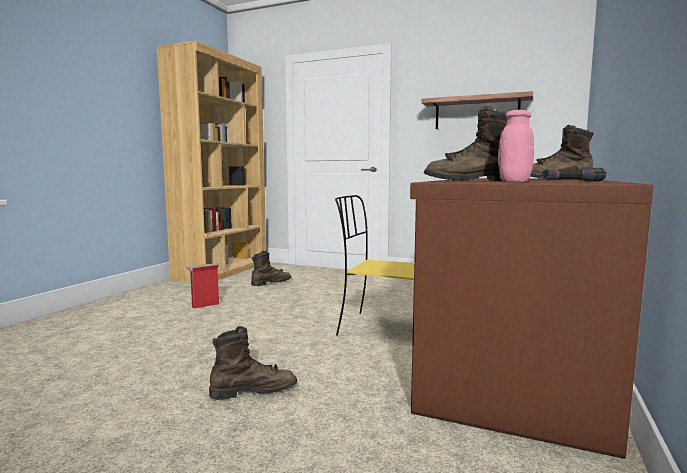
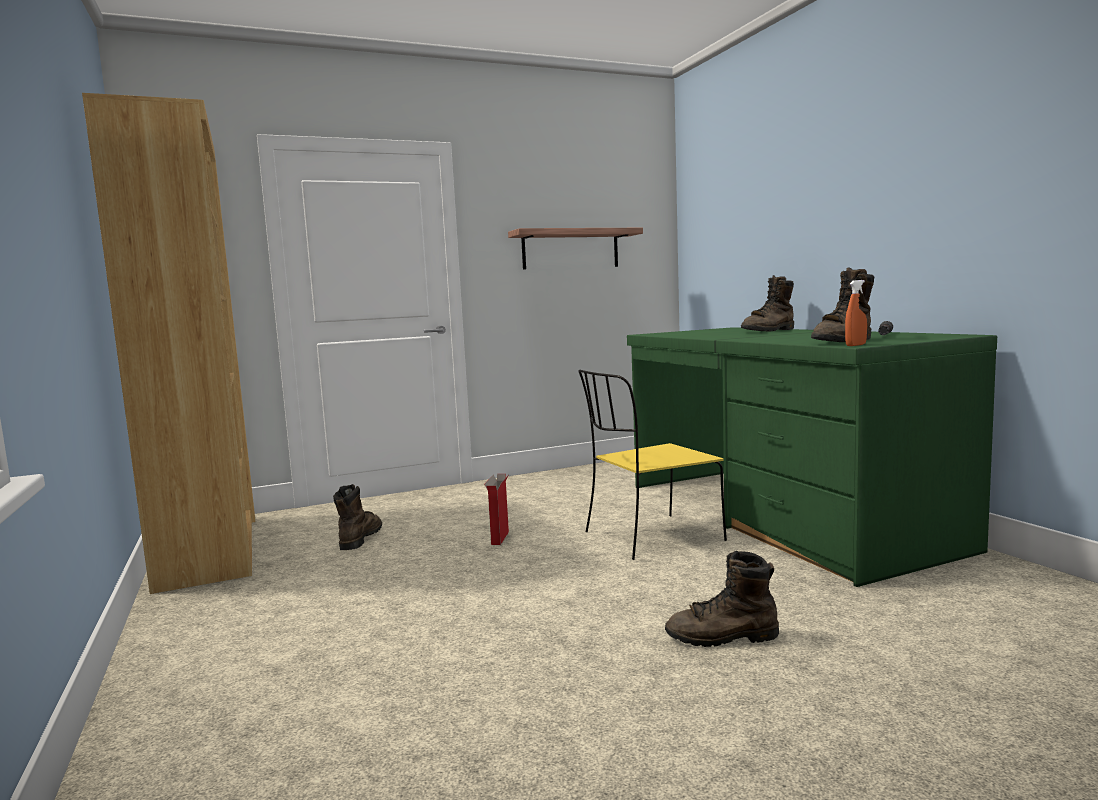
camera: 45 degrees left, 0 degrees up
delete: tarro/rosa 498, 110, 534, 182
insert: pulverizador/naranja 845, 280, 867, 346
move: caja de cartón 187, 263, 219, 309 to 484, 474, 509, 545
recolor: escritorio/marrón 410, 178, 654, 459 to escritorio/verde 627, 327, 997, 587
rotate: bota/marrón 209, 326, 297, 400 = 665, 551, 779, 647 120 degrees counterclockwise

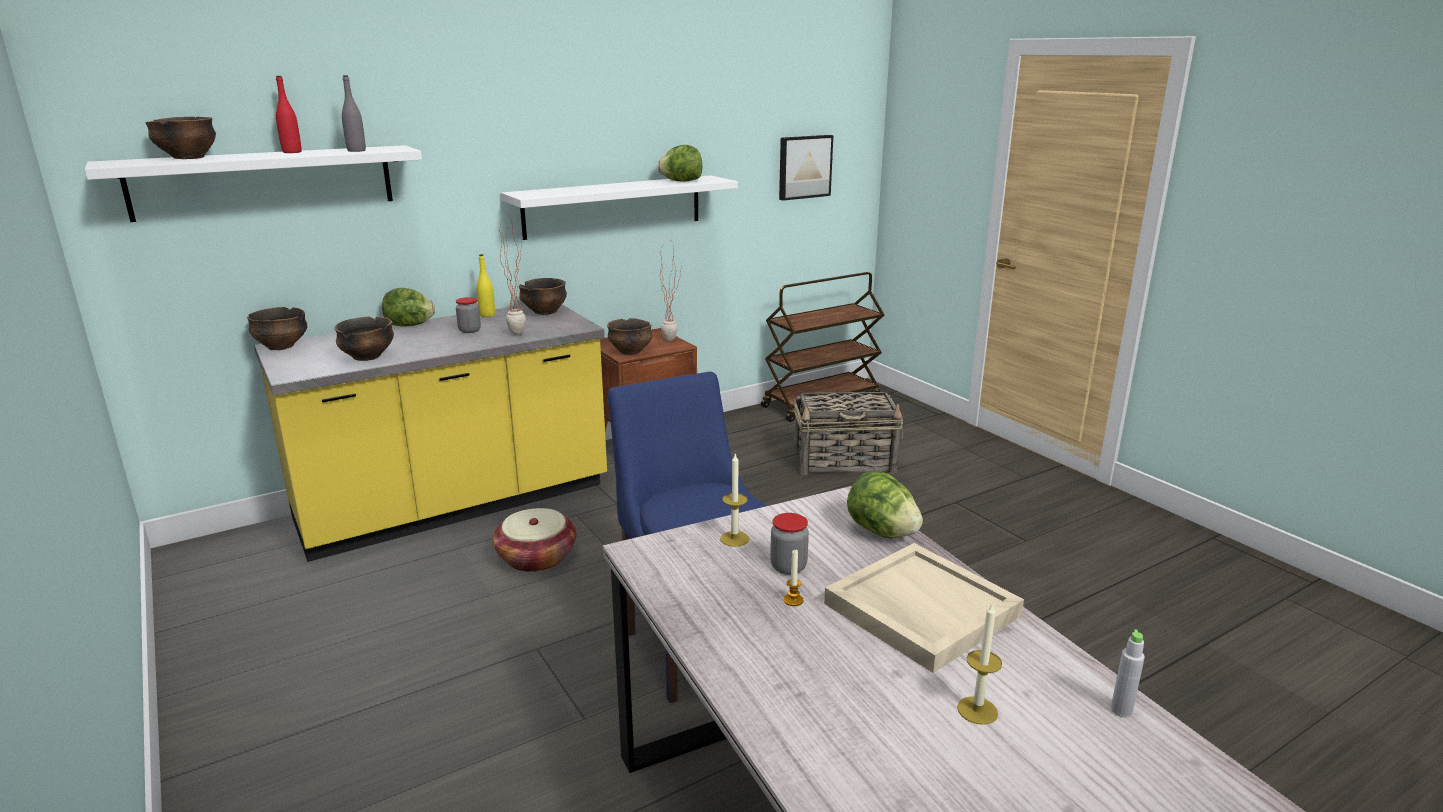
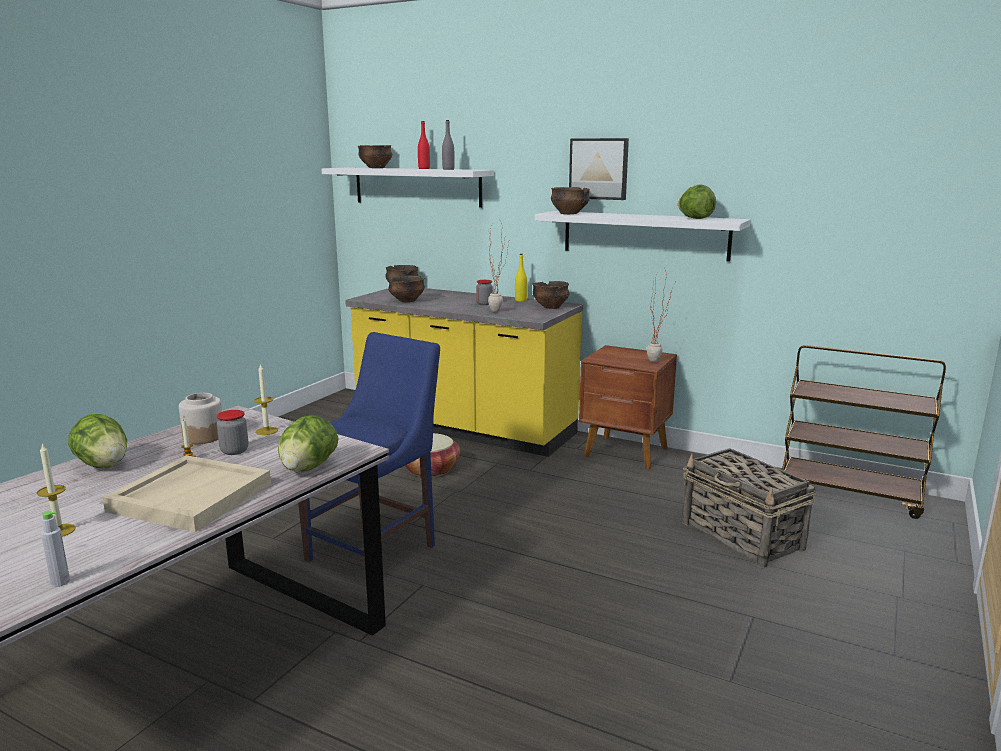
camera: 60 degrees right, 5 degrees down
insert: tarro 179, 393, 222, 444
move: lechuga 382, 288, 435, 327 to 68, 414, 127, 468; cuenco 607, 318, 653, 355 to 551, 187, 590, 214; cuadro 779, 135, 833, 201 to 569, 138, 629, 200

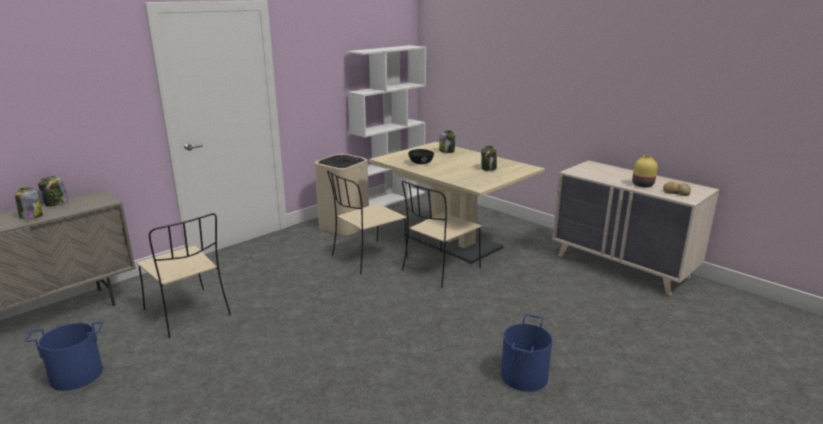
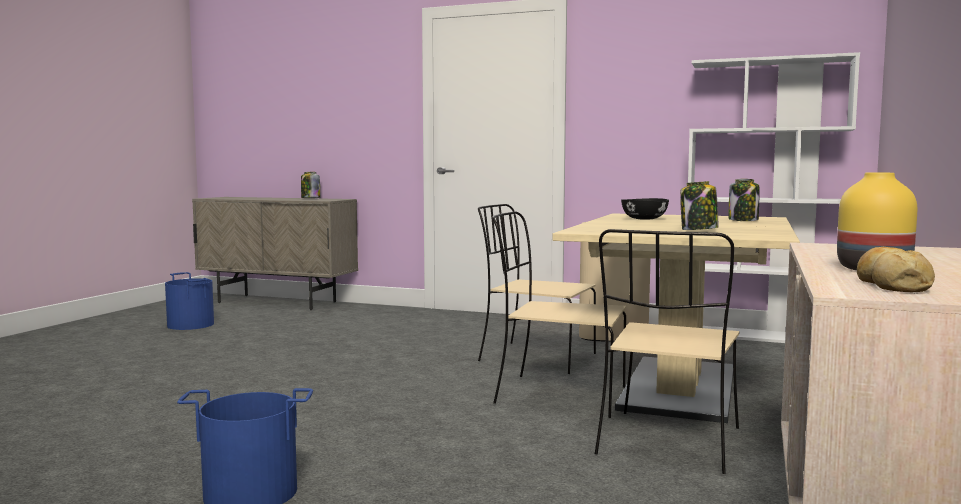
camera: 65 degrees right, 15 degrees down
delete: tarro 15, 187, 43, 219
move: silla/beis 136, 213, 231, 338 to 595, 229, 740, 474

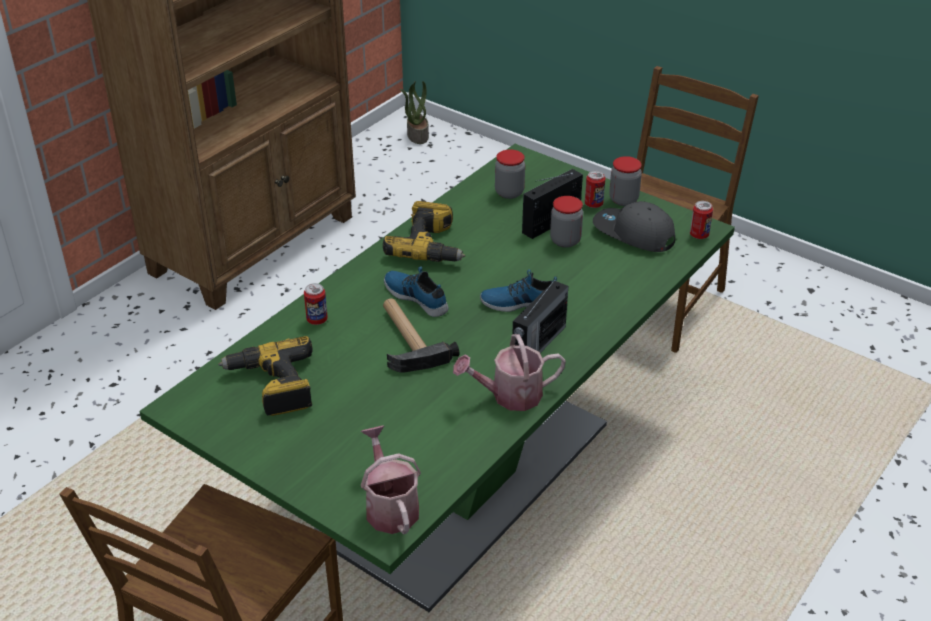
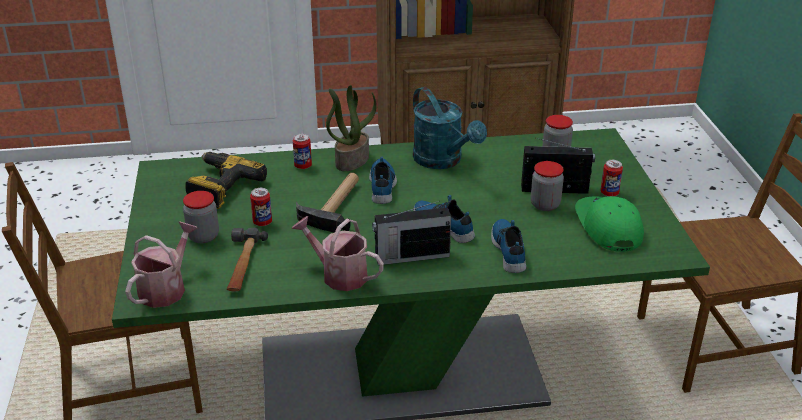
camera: 45 degrees right, 5 degrees down
insert: martillo 227, 228, 268, 292; zapato 491, 219, 526, 273
move: planta en maceta 400, 81, 429, 144 to 326, 85, 377, 171; tarro 609, 156, 642, 206 to 183, 191, 219, 243; lata 690, 201, 713, 239 to 250, 188, 272, 226
replace: taladro 383, 201, 465, 262 to regadera/turquesa 413, 87, 487, 169
recolor: gorra/gris 593, 201, 675, 252 to gorra/verde 575, 196, 644, 252

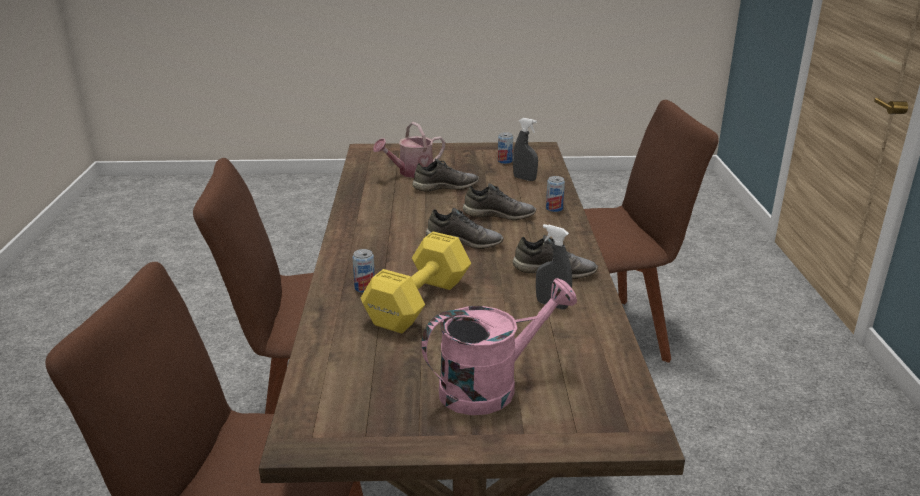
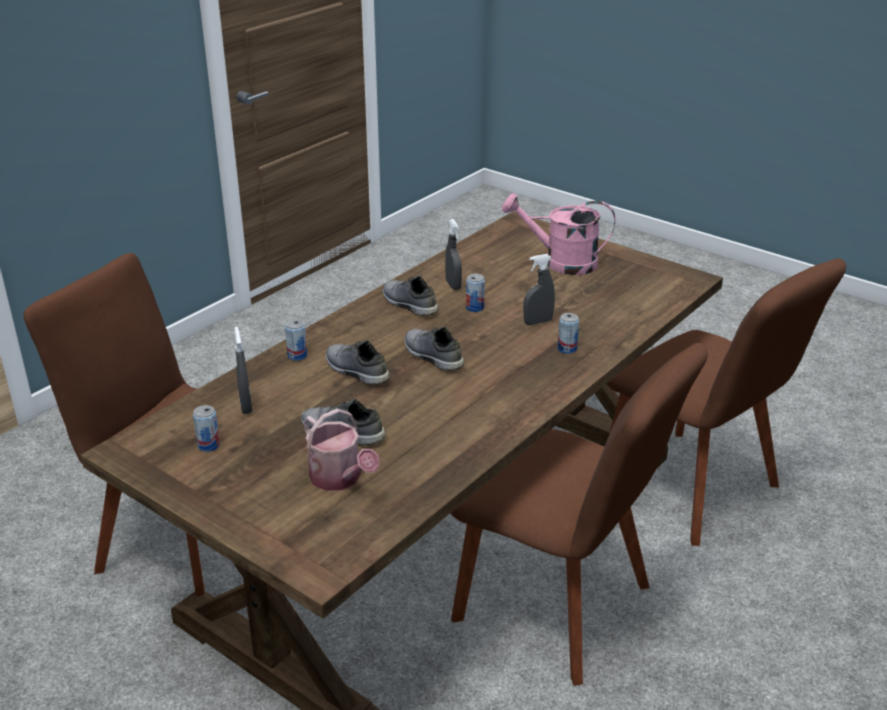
camera: 140 degrees left, 5 degrees up
insert: lata 466, 274, 485, 312
replace: mancuerna/amarillo 361, 232, 471, 334 to pulverizador/gris 523, 254, 555, 325
rotate: regadera 373, 122, 445, 178 = 304, 409, 380, 491 45 degrees clockwise

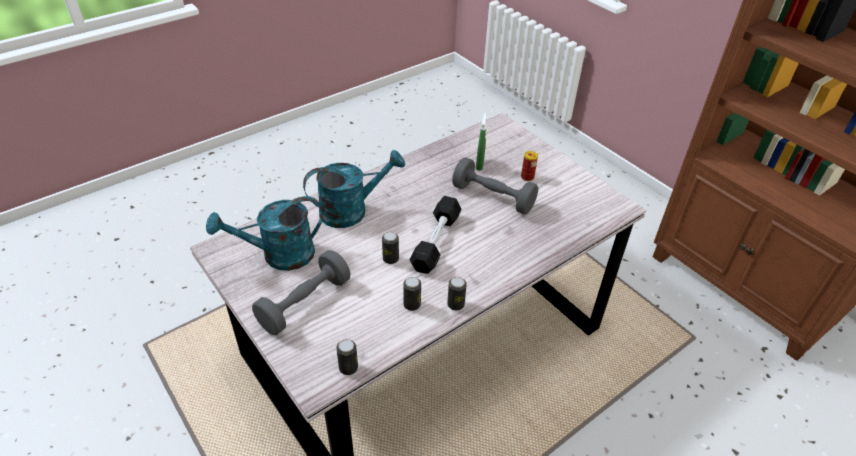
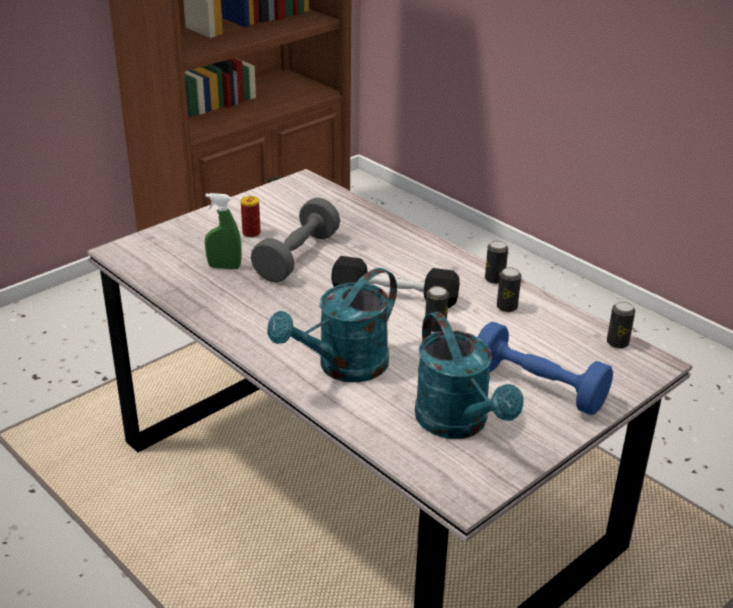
camera: 95 degrees left, 10 degrees down
recolor: mancuerna/gris 252, 250, 350, 335 to mancuerna/azul 478, 322, 613, 415
rotate: regadera/turquesa 303, 150, 405, 228 = 267, 268, 397, 382 105 degrees counterclockwise

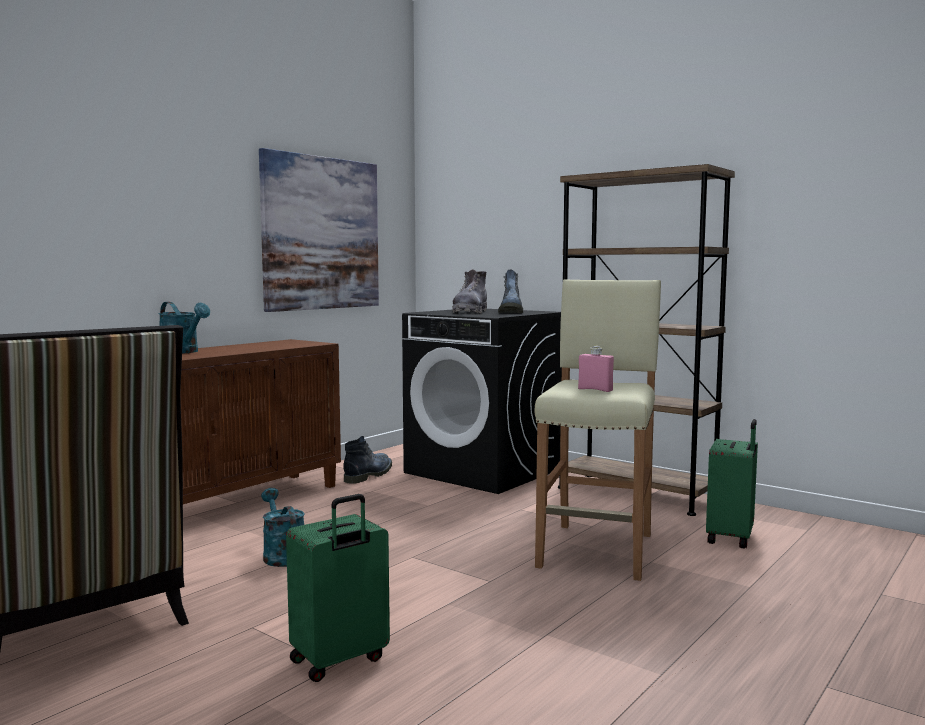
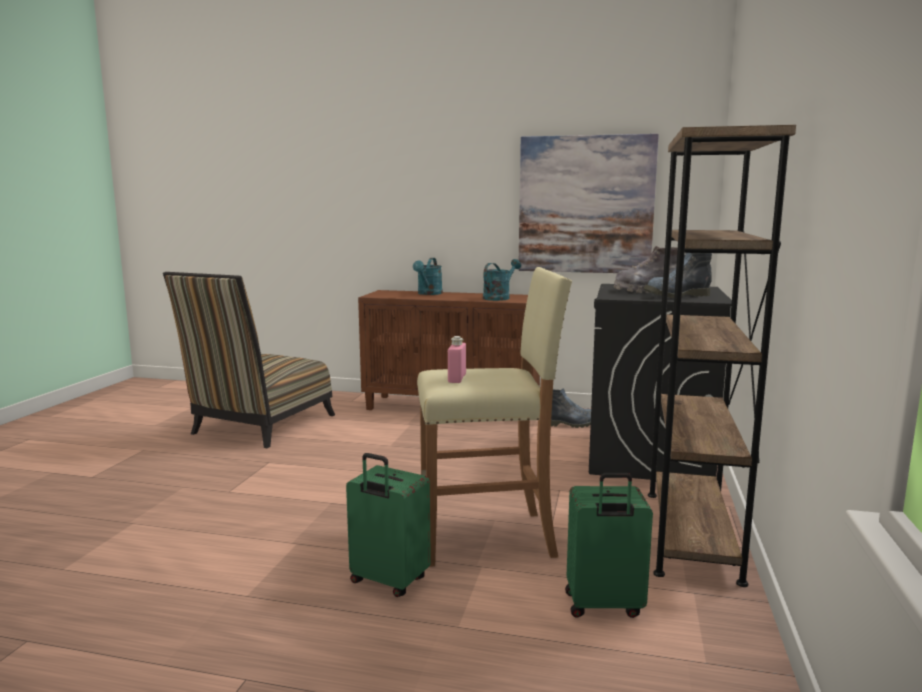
camera: 65 degrees right, 5 degrees up
move: regadera/turquesa 261, 488, 305, 567 to 483, 259, 521, 301; maleta/verde 286, 494, 390, 682 to 346, 453, 431, 597

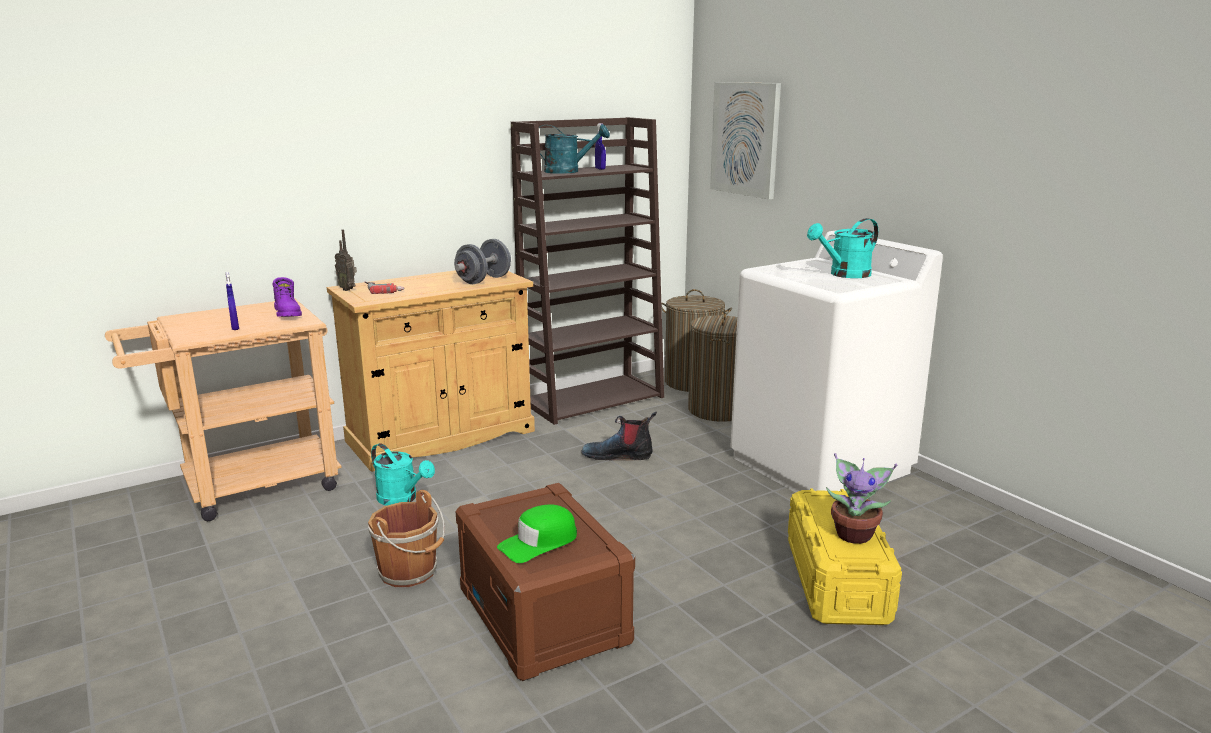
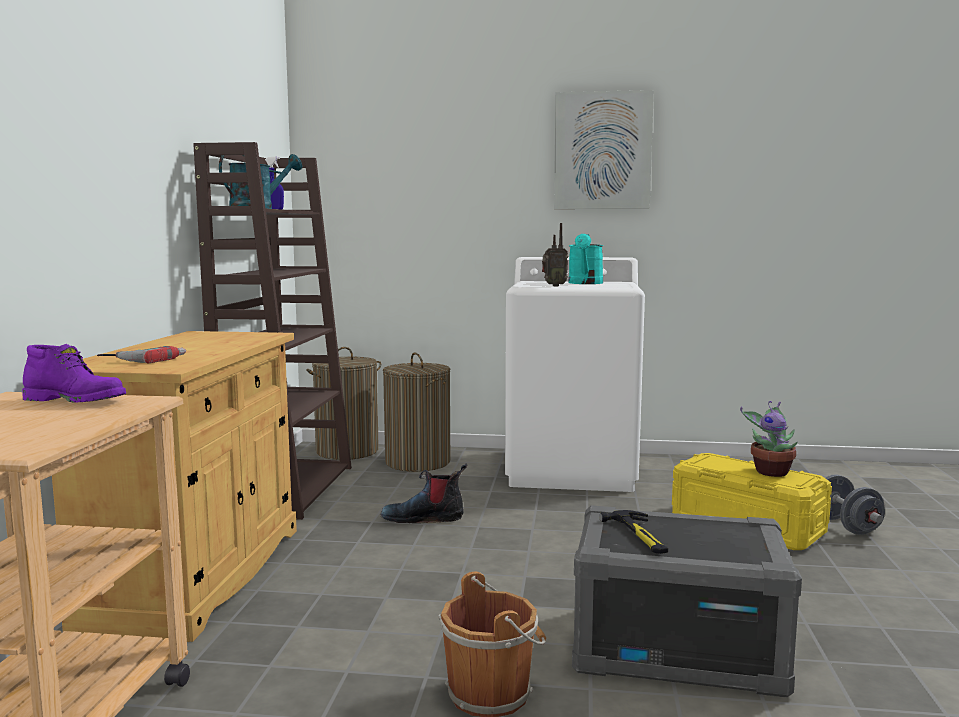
camera: 50 degrees left, 10 degrees down
delete: pulverizador/azul 225, 272, 239, 330; regadera/turquesa 371, 443, 435, 506; gorra/verde 497, 505, 577, 563
insert: martillo 599, 510, 668, 554
move: radio 335, 230, 357, 291 to 542, 223, 568, 286; mancuerna/gris 454, 239, 511, 284 to 825, 474, 885, 535; cuadro 710, 82, 781, 199 to 554, 90, 654, 209
recolor: caja de almacenaje/marrón 456, 483, 635, 681 to caja de almacenaje/gris 572, 505, 802, 698
rotate: bota 581, 412, 657, 461 = 381, 463, 467, 523 45 degrees clockwise

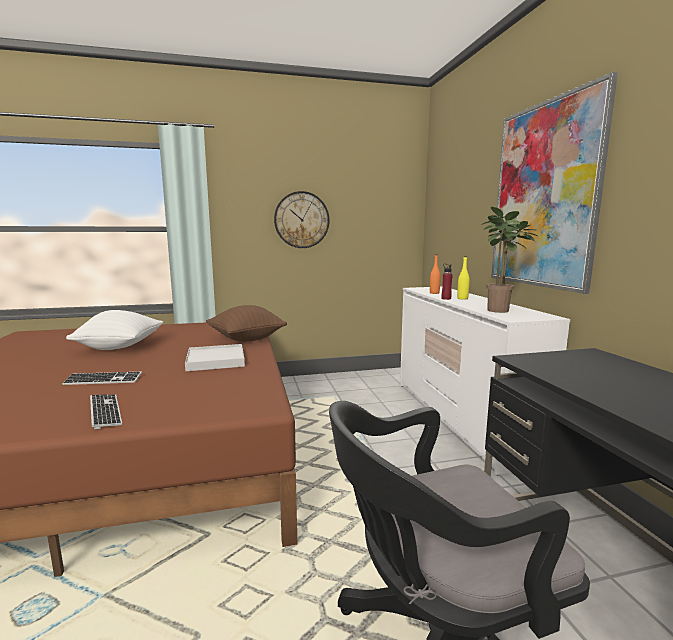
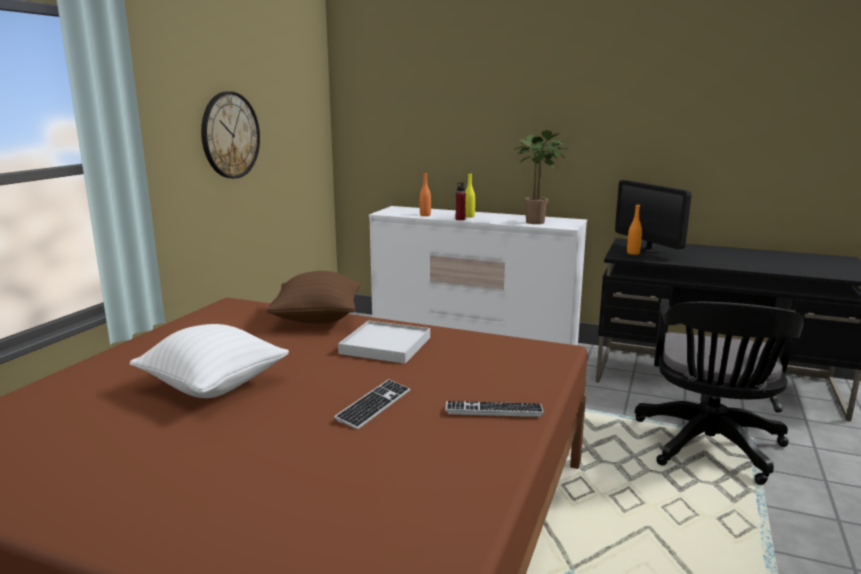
camera: 55 degrees left, 5 degrees up
delete: cuadro 491, 72, 618, 294
insert: monitor 615, 180, 691, 253; botella/naranja 627, 204, 642, 255

